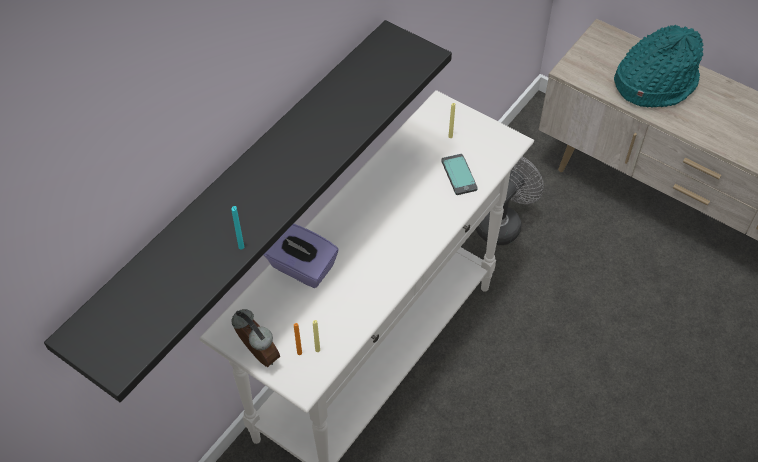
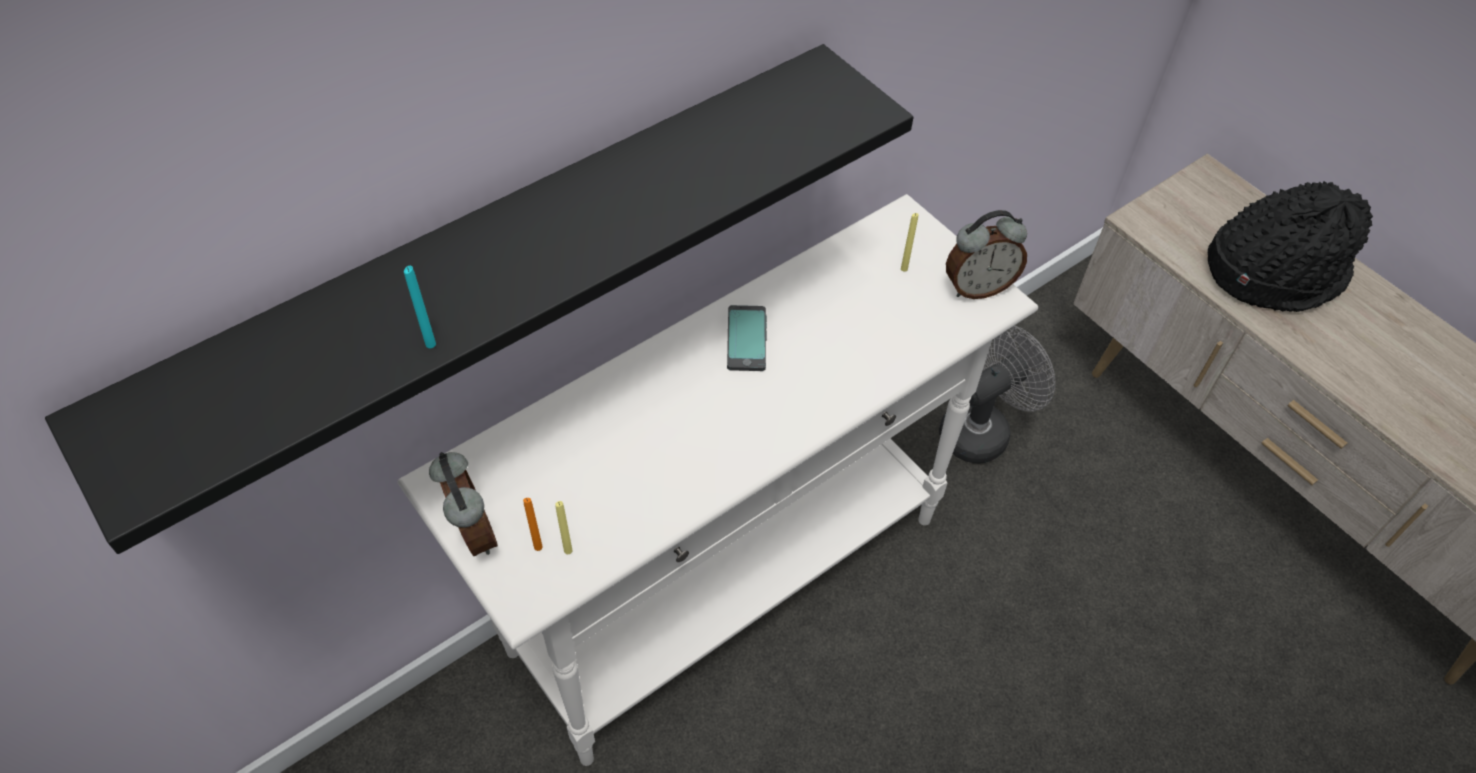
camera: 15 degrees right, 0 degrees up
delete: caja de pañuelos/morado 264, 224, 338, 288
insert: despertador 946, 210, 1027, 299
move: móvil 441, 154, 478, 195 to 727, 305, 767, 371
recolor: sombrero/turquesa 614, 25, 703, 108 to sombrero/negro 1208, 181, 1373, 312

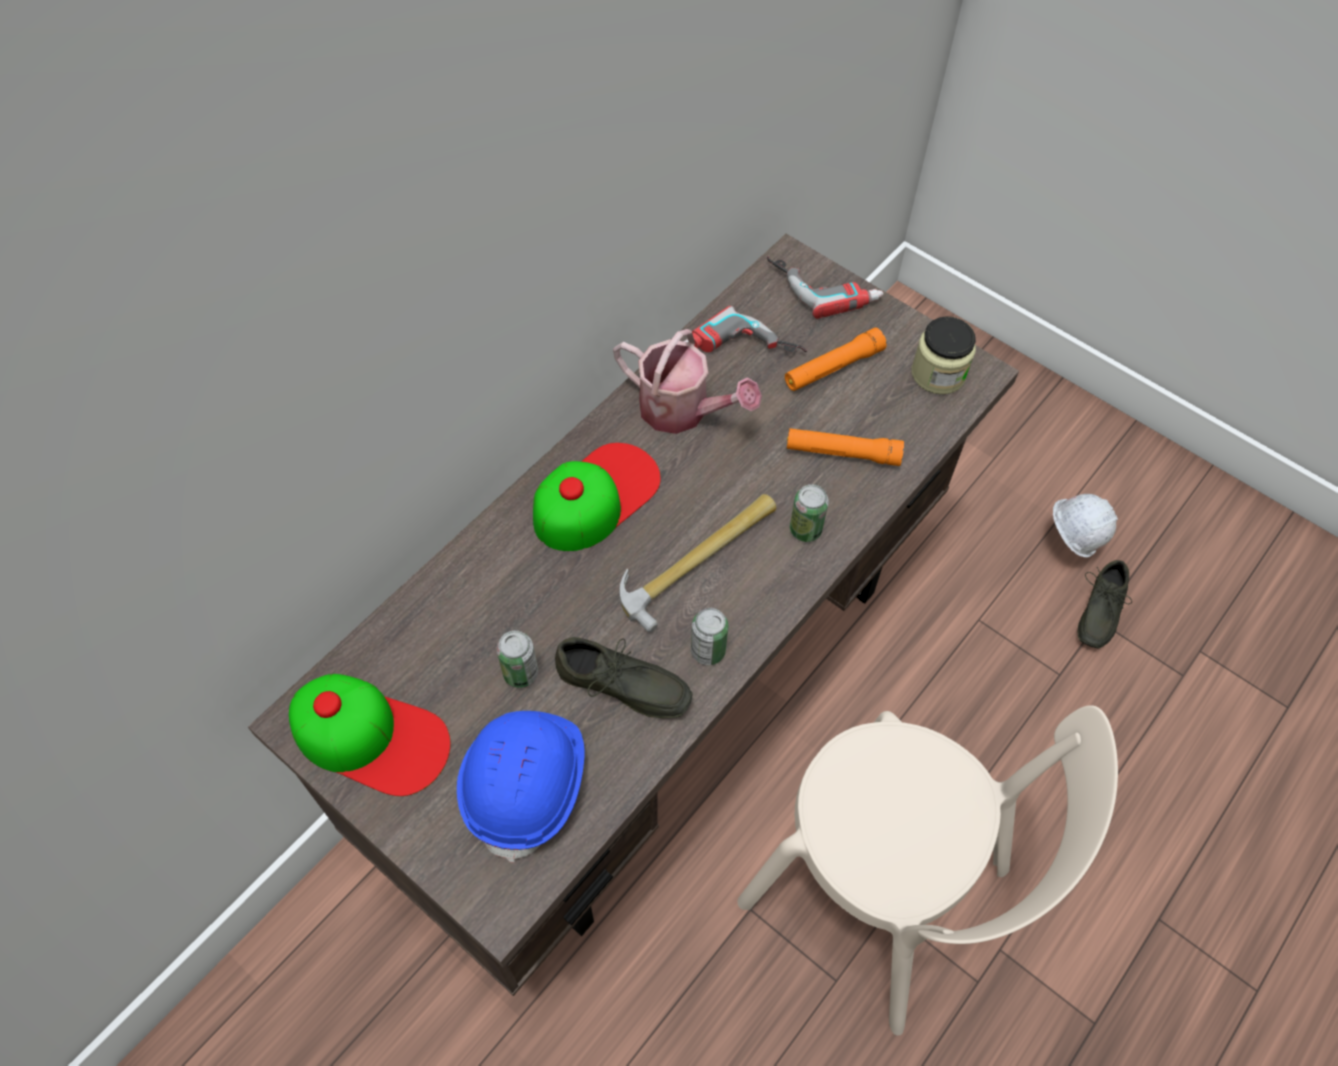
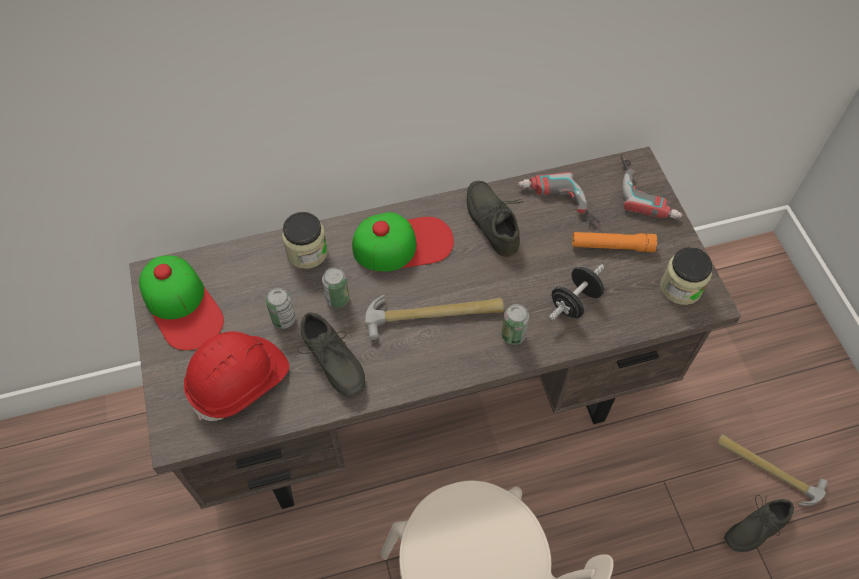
camera: 35 degrees right, 0 degrees up
insert: tarro 282, 212, 328, 269
move: lata 691, 608, 728, 665 to 322, 267, 349, 308
replace: regadera 613, 329, 762, 434 to zapato/gris 467, 181, 524, 257; linterna/naranja 787, 428, 904, 466 to mancuerna/negro 549, 264, 605, 321; casco/blanco 1053, 494, 1118, 558 to martillo 717, 434, 828, 506
recolor: casco/azul 457, 711, 585, 863 to casco/rojo 184, 331, 289, 421

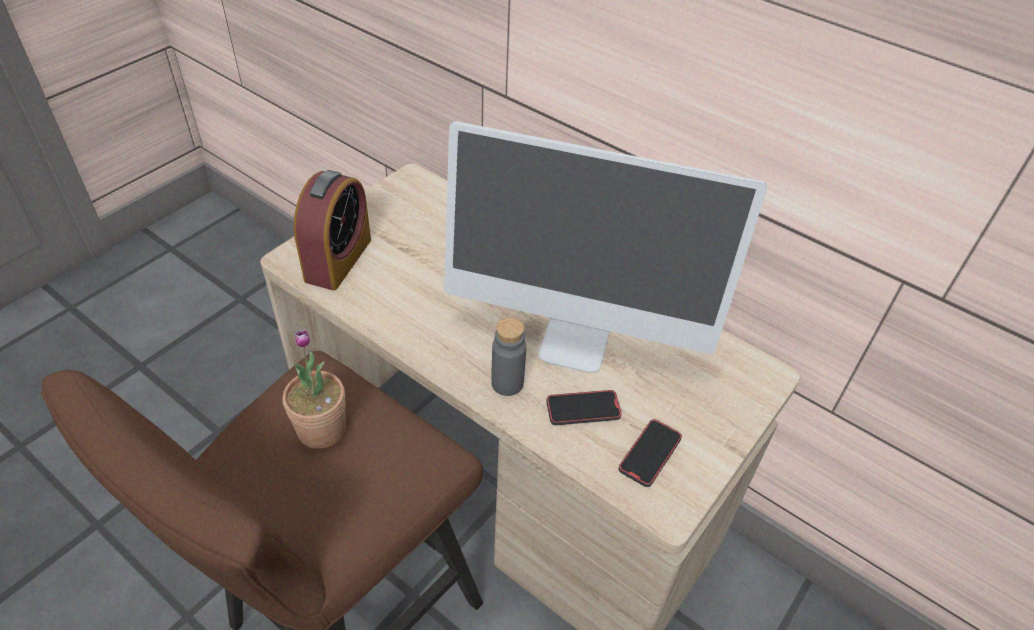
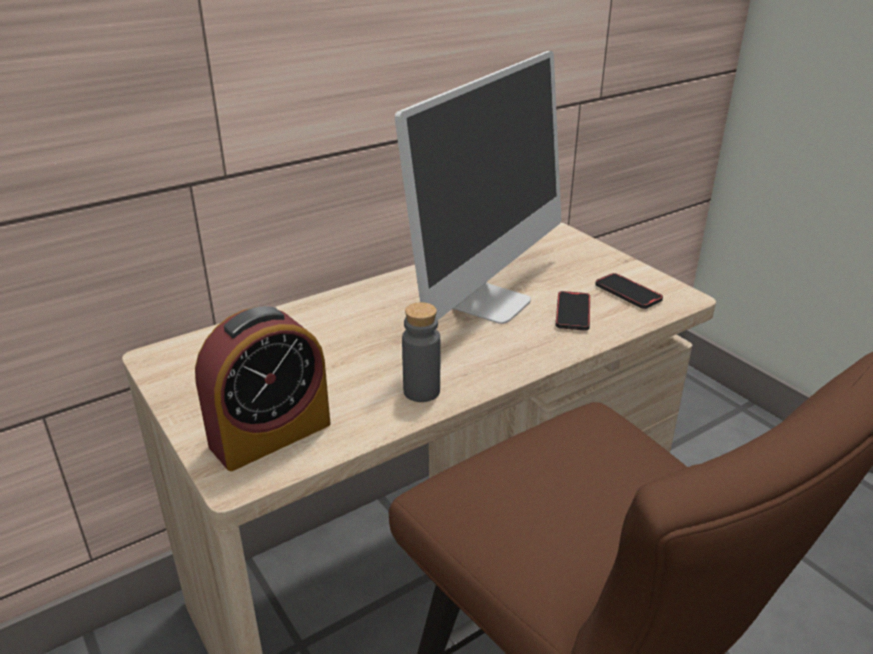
camera: 70 degrees left, 15 degrees down
delete: planta en maceta 283, 329, 346, 449
move: botella/gris 491, 317, 526, 396 to 402, 302, 440, 402
rotate: despertador 294, 170, 371, 290 = 195, 306, 331, 471 105 degrees clockwise

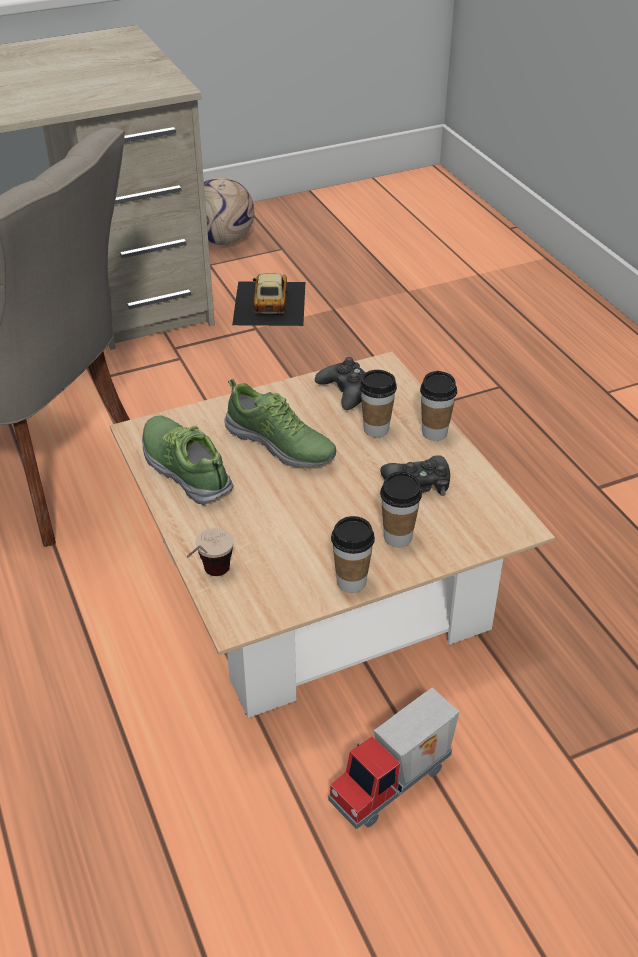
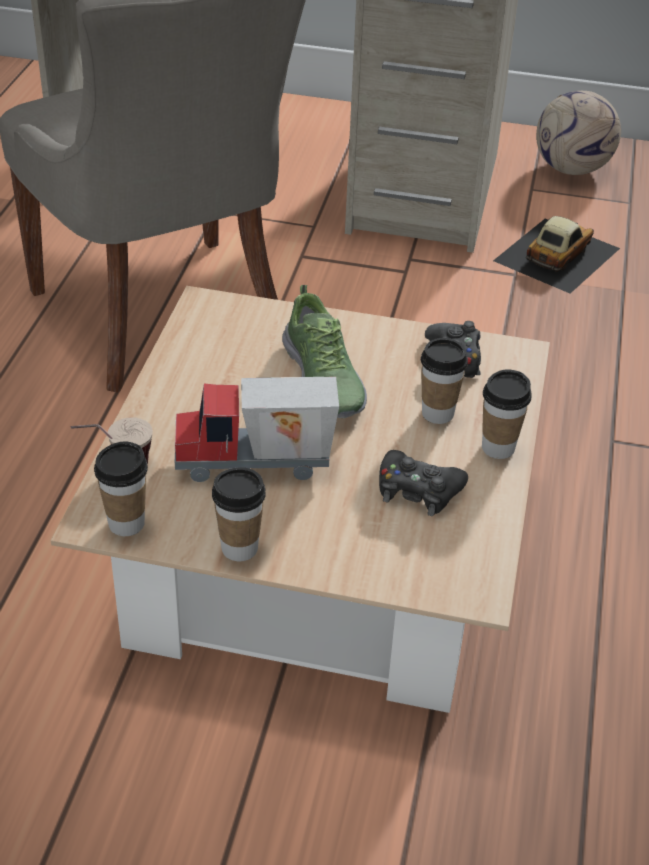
camera: 35 degrees right, 0 degrees up
delete: zapato 142, 416, 234, 505
move: camión de juguete 328, 688, 460, 830 to 175, 377, 339, 482; taza 380, 471, 422, 547 to 94, 441, 148, 536

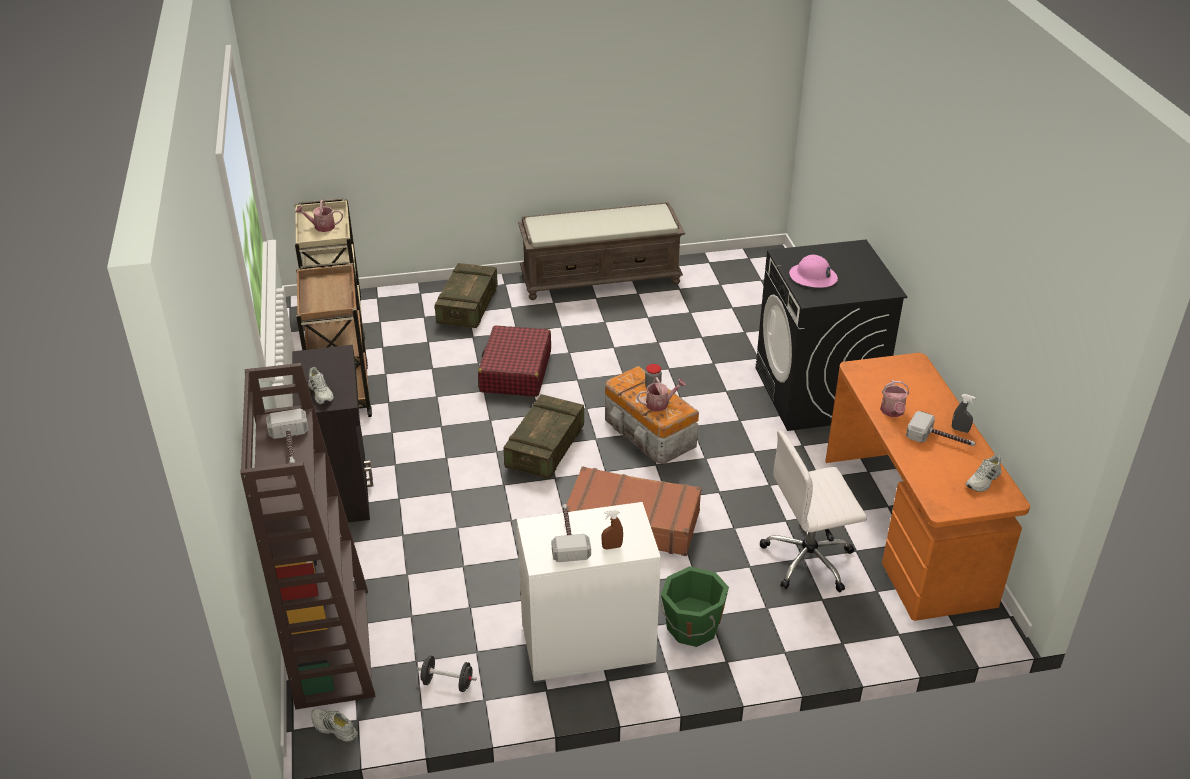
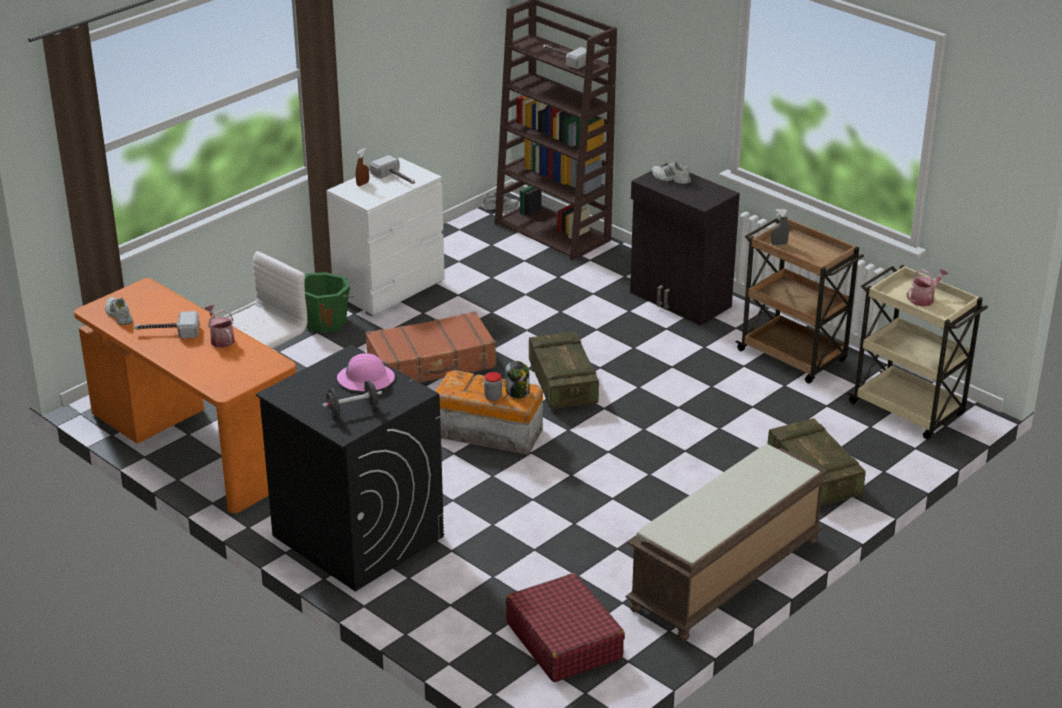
camera: 145 degrees right, 5 degrees down
delete: regadera 637, 377, 686, 412
insert: tarro 505, 361, 529, 398
move: mancuerna/negro 417, 656, 477, 692 to 322, 380, 382, 417; maleta/rojo 478, 325, 551, 397 to 506, 573, 625, 682; pulverizador/gris 952, 394, 976, 433 to 771, 209, 789, 245
rotate: zapato/blanco 966, 454, 1002, 492 = 105, 297, 133, 325 45 degrees counterclockwise

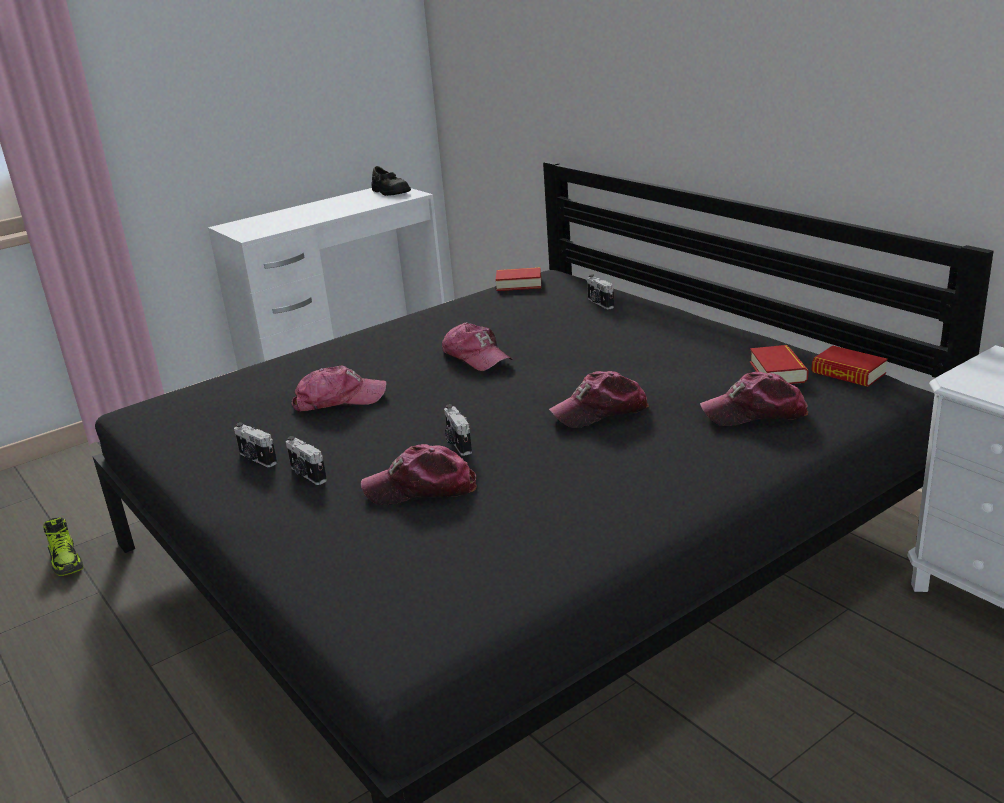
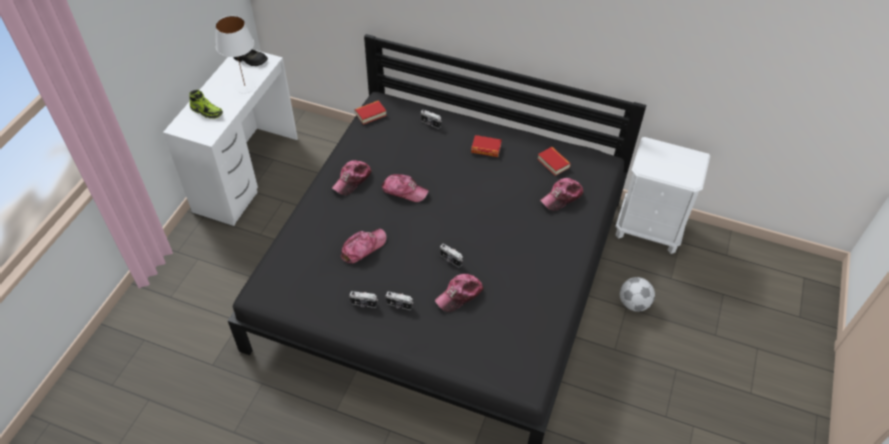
camera: 35 degrees left, 25 degrees up
insert: lámpara de mesa/blanco 215, 16, 256, 93; balón de fútbol 620, 277, 655, 312
move: zapato 43, 517, 83, 576 to 189, 90, 223, 119; gorra 549, 371, 649, 428 to 332, 160, 372, 195; libro 811, 346, 888, 387 to 471, 135, 502, 157

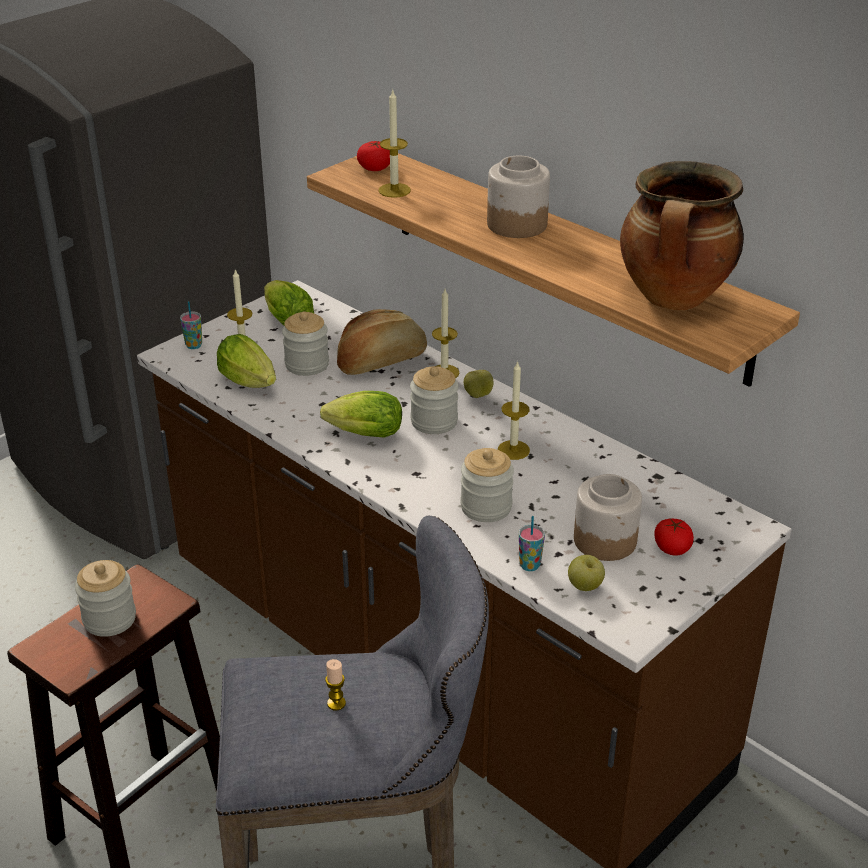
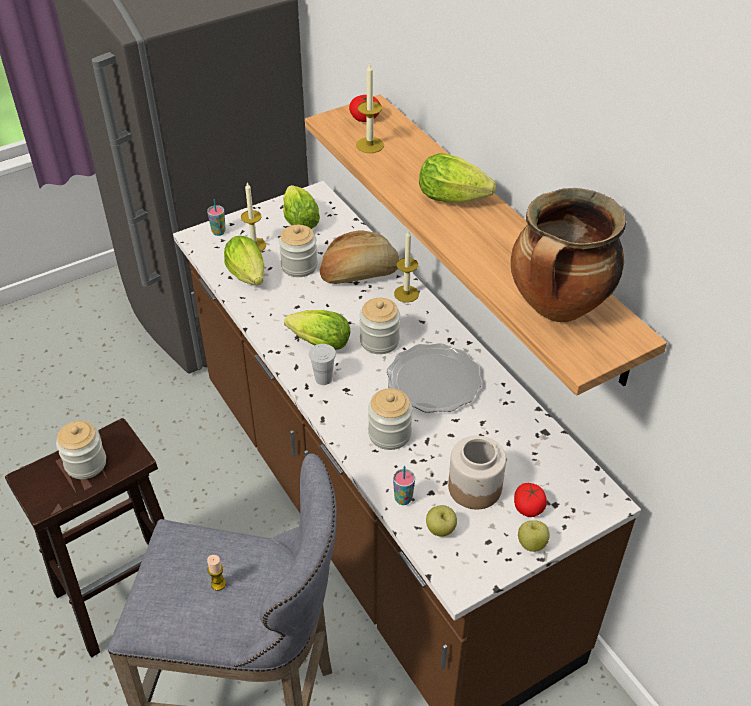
camera: 15 degrees right, 10 degrees up
insert: taza/blanco 309, 344, 336, 385
move: manzana 464, 370, 494, 398 to 518, 520, 550, 552
replace: tarro 487, 156, 550, 238 to lechuga 419, 153, 496, 203; vela 498, 361, 530, 460 to plato 387, 343, 482, 413

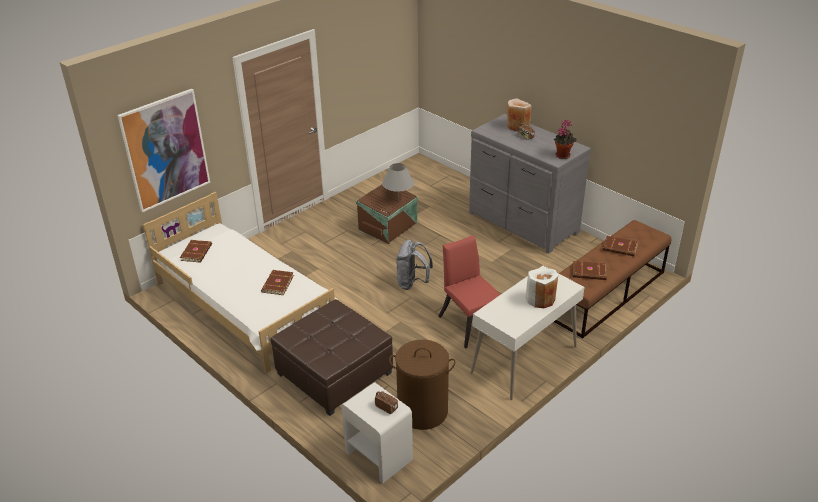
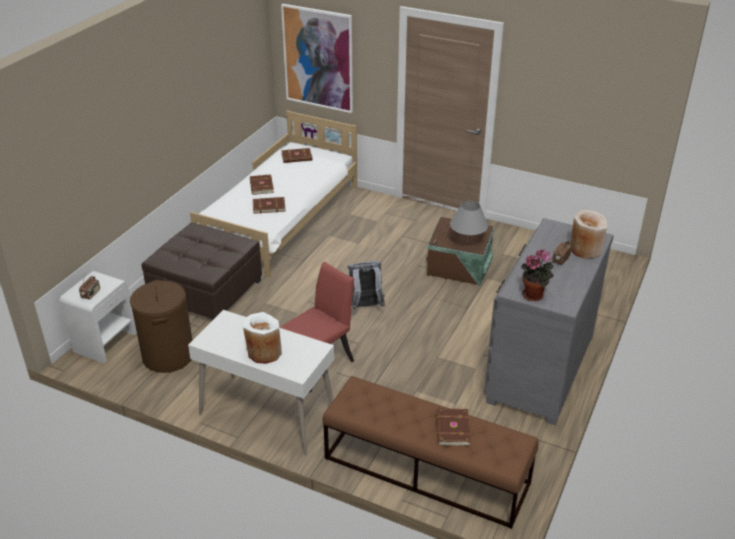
camera: 70 degrees right, 0 degrees up
move: libro/marrón 573, 261, 607, 280 to 250, 174, 274, 195

